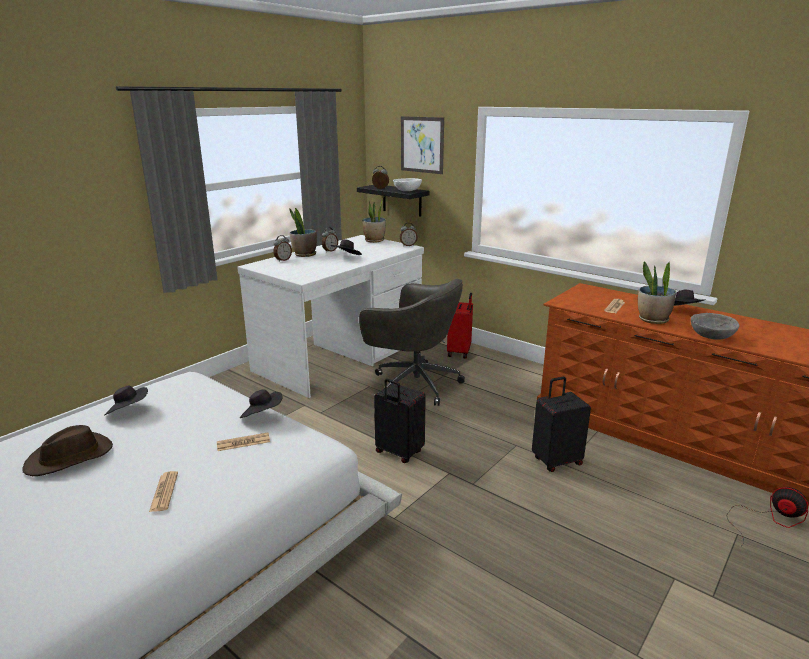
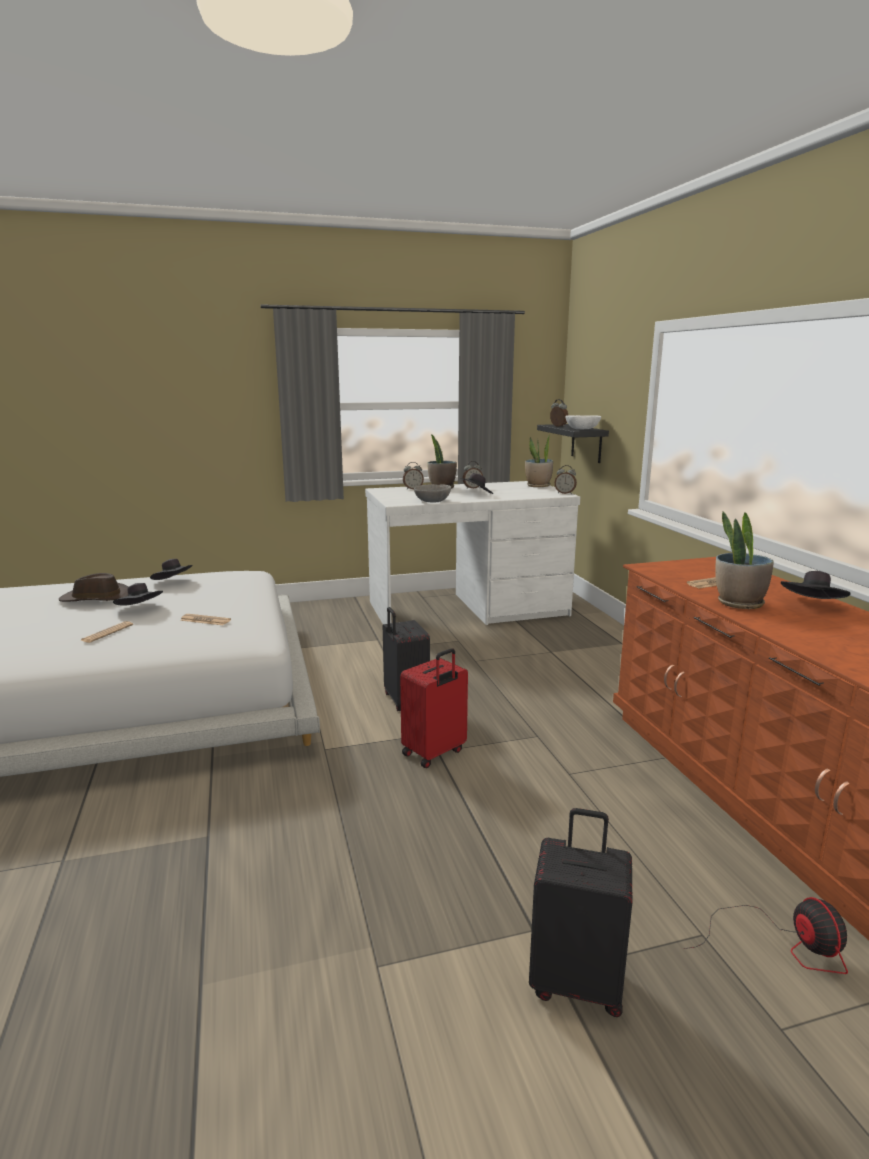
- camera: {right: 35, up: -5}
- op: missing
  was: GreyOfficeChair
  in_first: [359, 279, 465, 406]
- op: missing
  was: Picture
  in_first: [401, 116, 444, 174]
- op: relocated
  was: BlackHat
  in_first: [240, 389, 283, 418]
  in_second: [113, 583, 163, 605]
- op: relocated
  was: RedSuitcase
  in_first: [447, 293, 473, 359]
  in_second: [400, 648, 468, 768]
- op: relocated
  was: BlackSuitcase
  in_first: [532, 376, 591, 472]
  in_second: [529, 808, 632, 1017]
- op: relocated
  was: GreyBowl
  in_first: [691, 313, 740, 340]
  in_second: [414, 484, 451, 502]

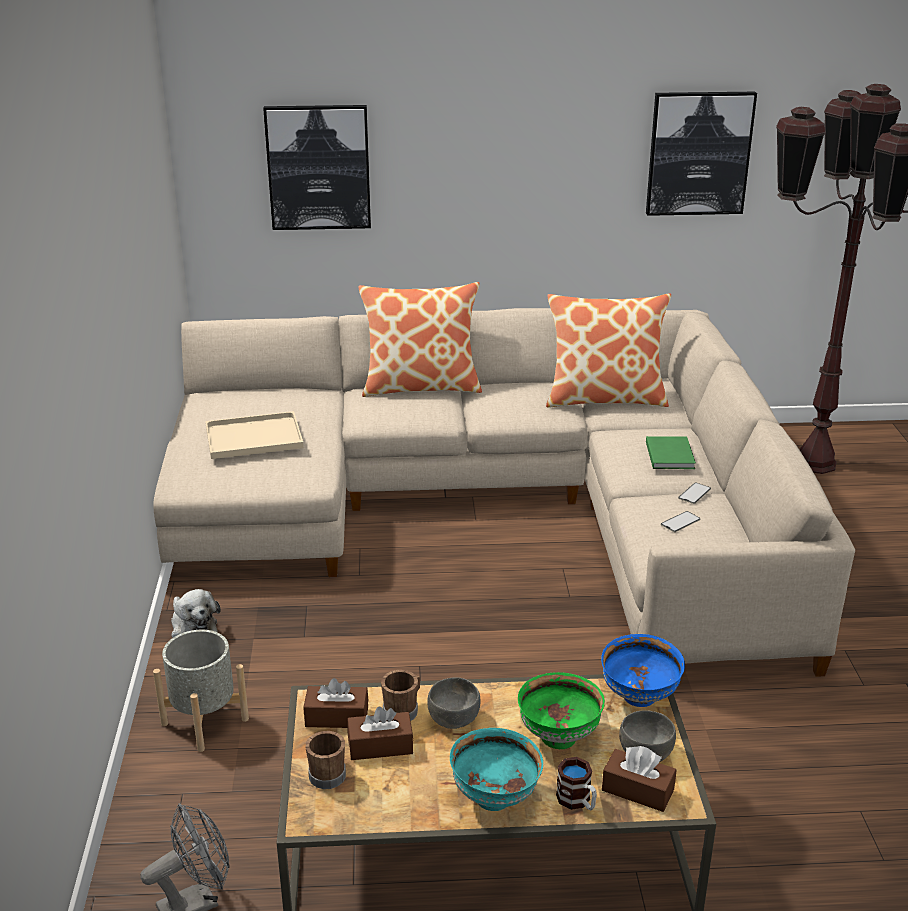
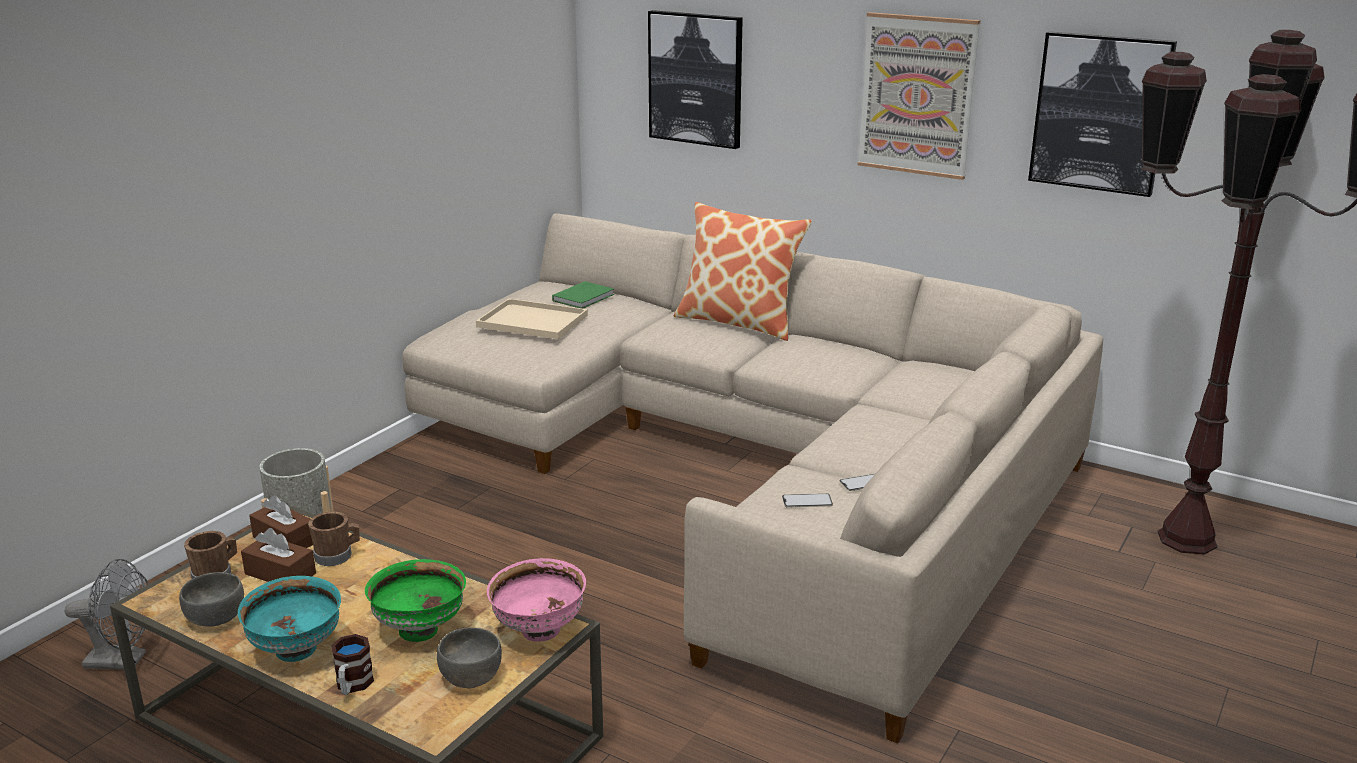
- camera: {right: 35, up: -5}
- op: missing
  was: PlushToy
  in_first: [171, 589, 221, 638]
- op: missing
  was: Pillow
  in_first: [546, 293, 671, 408]
- op: missing
  was: BrownTissueBox
  in_first: [602, 746, 677, 812]
- op: appeared
  now: Picture
  in_second: [858, 12, 981, 180]
- op: relocated
  was: GreyBowl
  in_first: [427, 677, 480, 729]
  in_second: [179, 572, 244, 627]
- op: relocated
  was: GreenBook
  in_first: [646, 436, 696, 469]
  in_second: [552, 281, 614, 309]
- op: colour
  was: BlueBowl
  now: PinkBowl
  in_first: [601, 634, 685, 707]
  in_second: [487, 558, 586, 642]

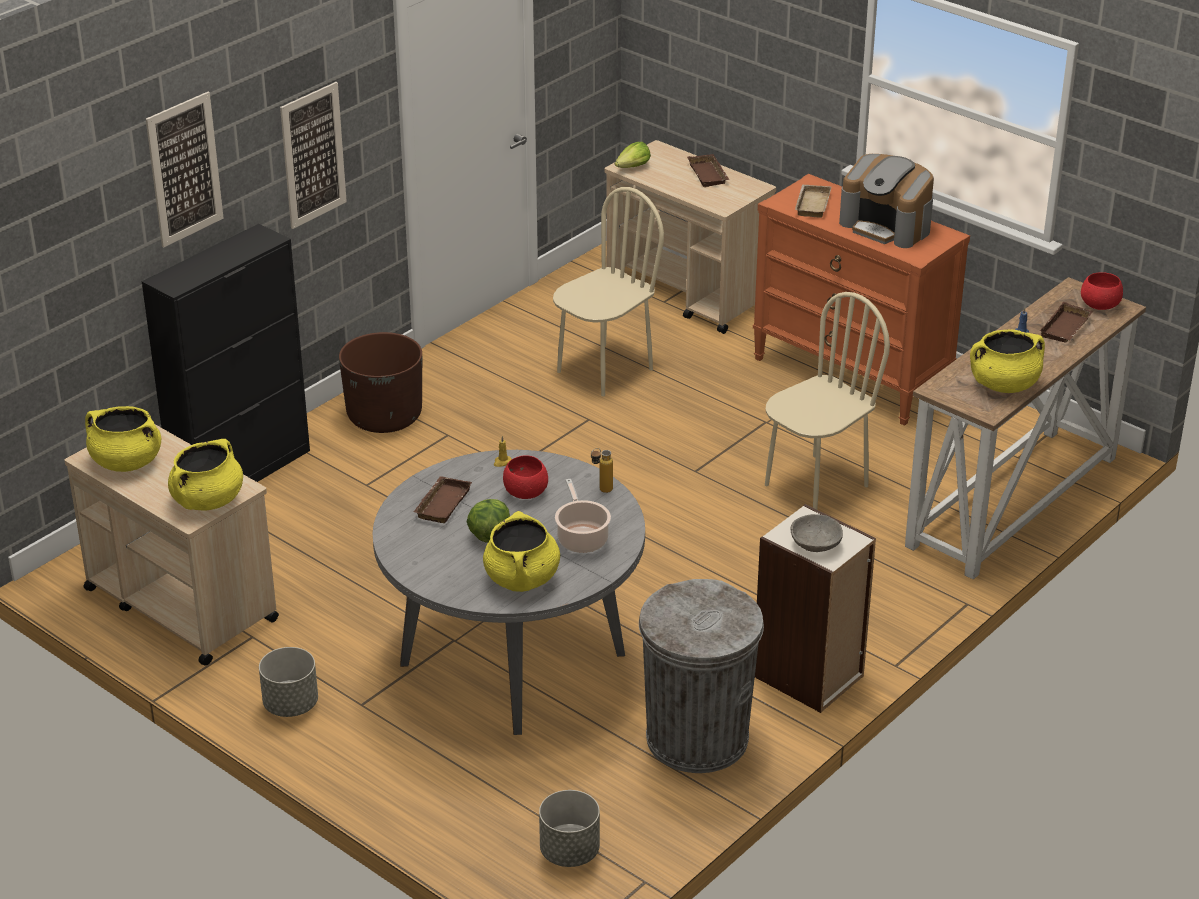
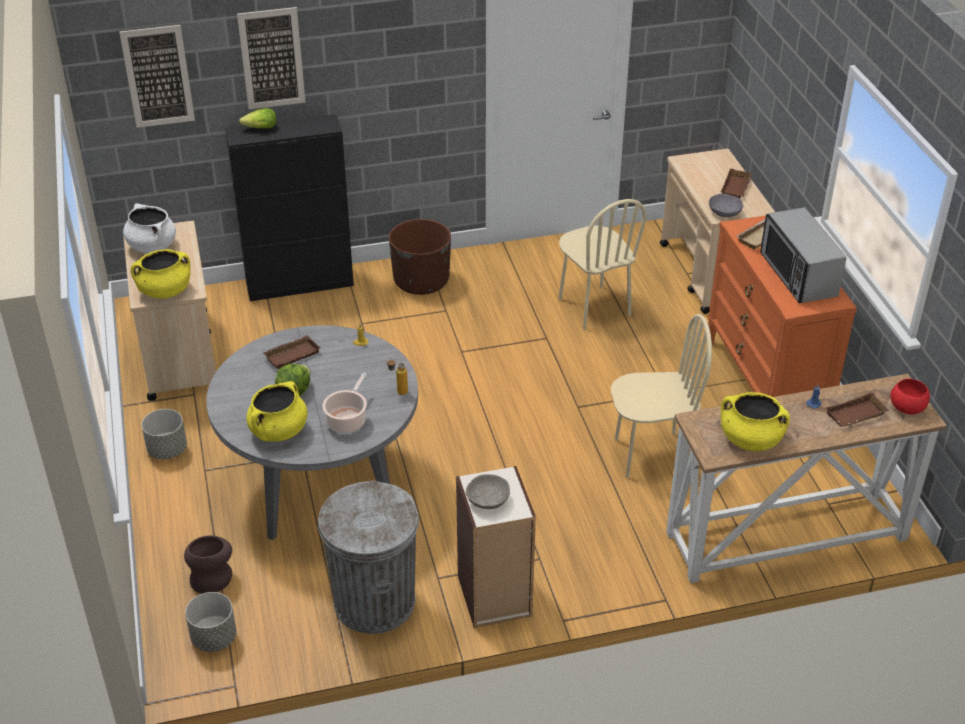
- camera: {right: 35, up: 5}
- op: missing
  was: RedBowl
  in_first: [503, 455, 548, 499]
- op: appeared
  now: BrownVase
  in_second: [184, 535, 232, 594]
- op: appeared
  now: GreyBowl
  in_second: [709, 194, 743, 217]
- op: relocated
  was: Picture
  in_first: [280, 82, 347, 229]
  in_second: [119, 25, 195, 128]
- op: relocated
  was: Lettuce
  in_first: [615, 142, 651, 168]
  in_second: [239, 108, 276, 129]
- op: exchanged
  was: CoffeeMachine
  now: Microwave
  in_first: [839, 154, 934, 248]
  in_second: [760, 207, 847, 303]
- op: colour
  was: YellowCookingPot
  now: WhiteCookingPot
  in_first: [85, 406, 161, 472]
  in_second: [123, 203, 176, 253]
- op: spun
  was: BeigeChair
  in_first: [553, 187, 664, 396]
  in_second: [559, 199, 647, 330]
  clockwise: 75

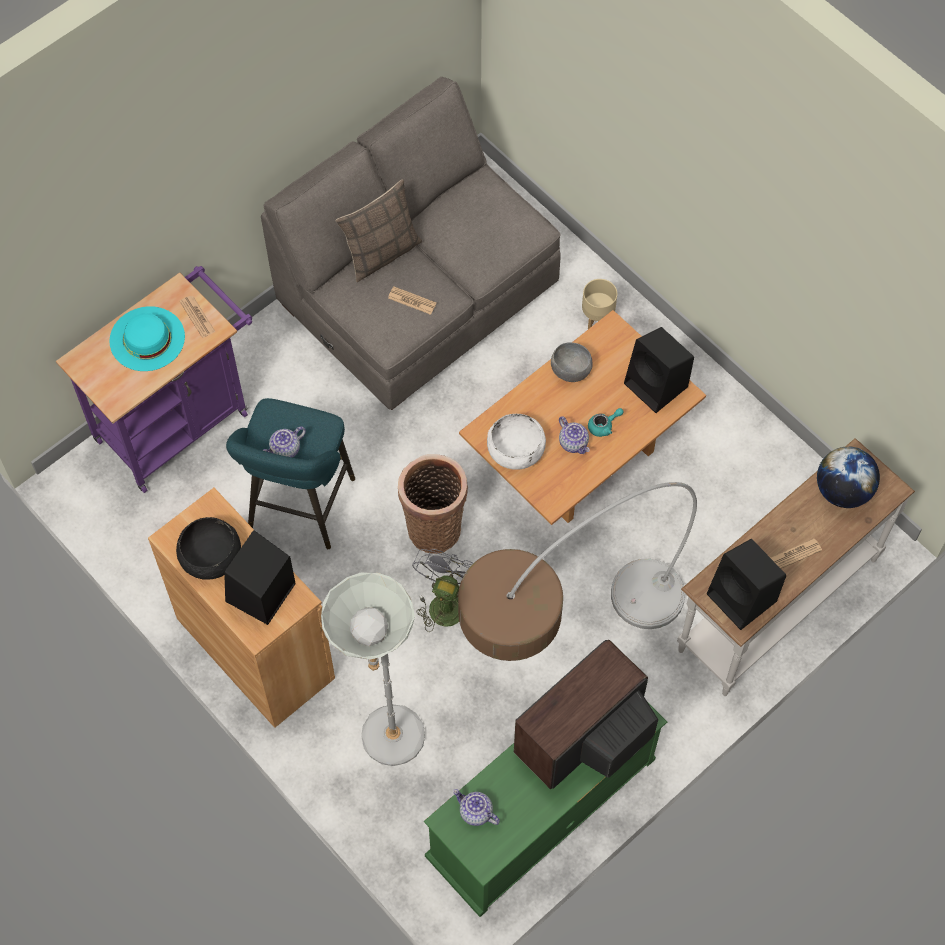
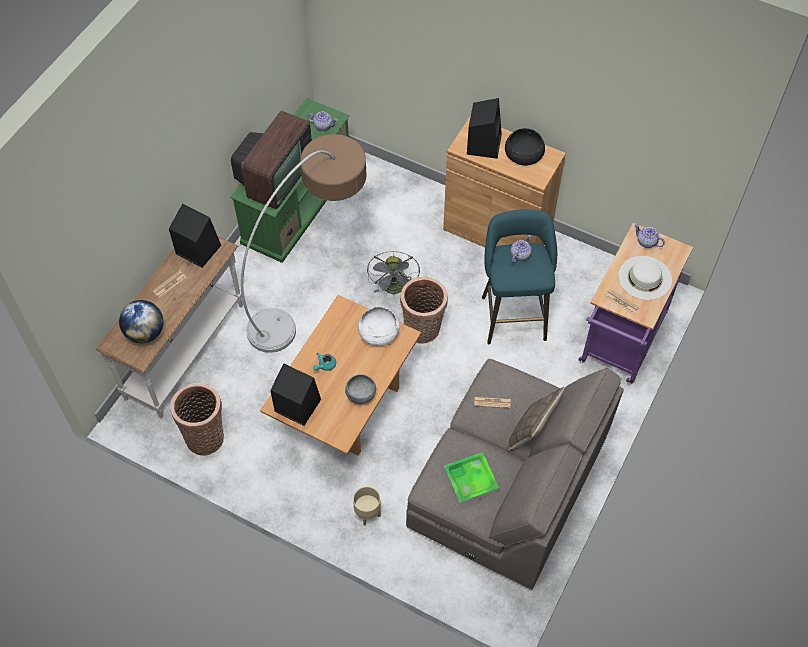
- camera: {right: 160, up: -5}
- op: missing
  was: GreyFloorLamp
  in_first: [321, 572, 425, 766]
- op: appeared
  now: Basket
  in_second: [170, 383, 224, 456]
- op: appeared
  now: Tray
  in_second: [444, 452, 499, 505]
- op: relocated
  was: Teapot
  in_first: [559, 416, 590, 454]
  in_second: [634, 224, 665, 248]
- op: colour
  was: TurquoiseHat
  now: WhiteHat
  in_first: [109, 306, 185, 371]
  in_second: [618, 256, 672, 300]

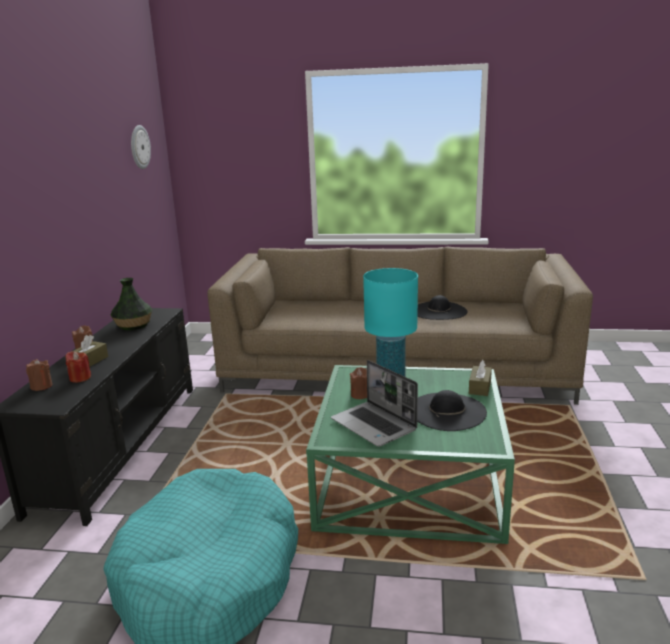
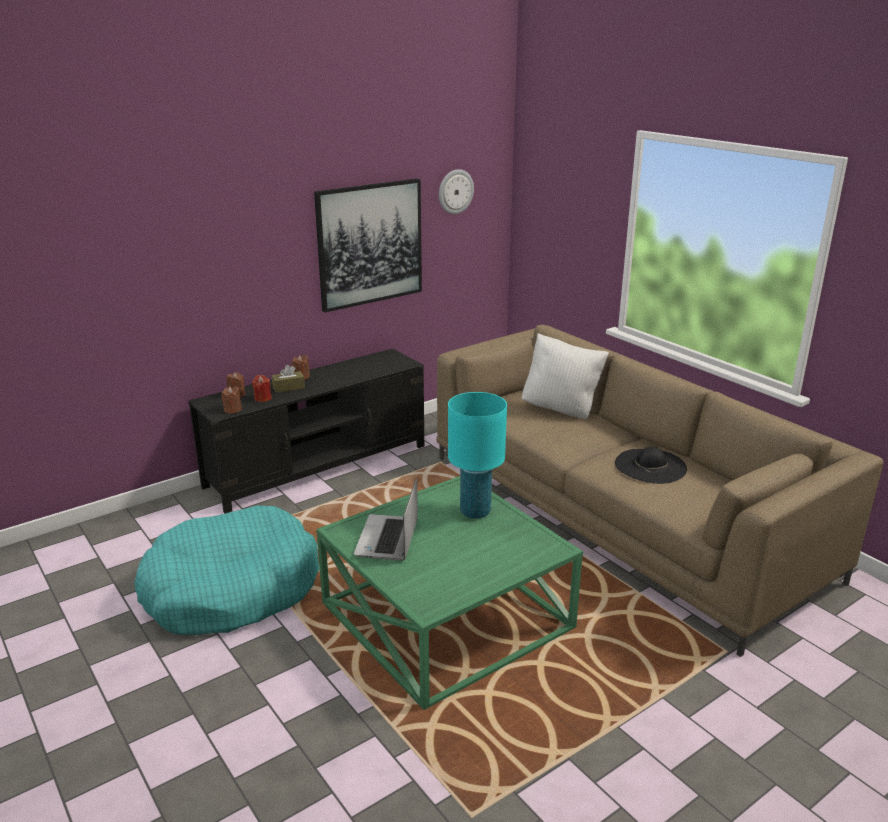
- camera: {right: 45, up: 5}
- op: missing
  was: Vase
  in_first: [110, 278, 153, 330]
- op: missing
  was: BlackHat
  in_first: [417, 390, 487, 431]
- op: missing
  was: BrownTissueBox
  in_first: [469, 360, 492, 396]
- op: appeared
  now: Picture
  in_second: [314, 178, 422, 312]
- op: appeared
  now: WhitePillow
  in_second: [522, 333, 609, 419]
- op: relocated
  was: BrownCandle
  in_first: [350, 367, 367, 399]
  in_second: [221, 386, 242, 414]

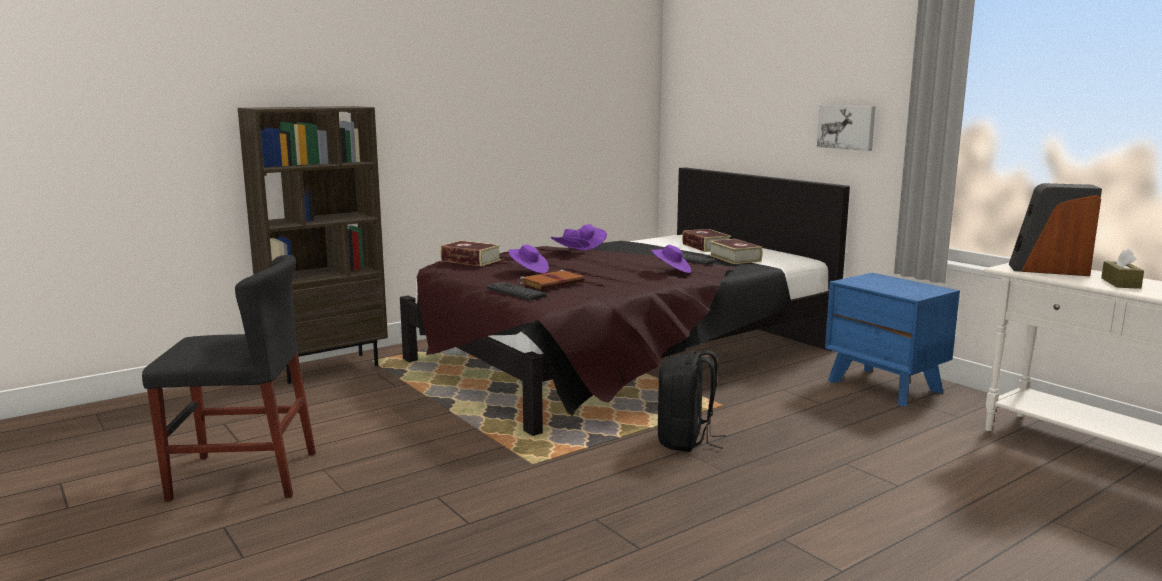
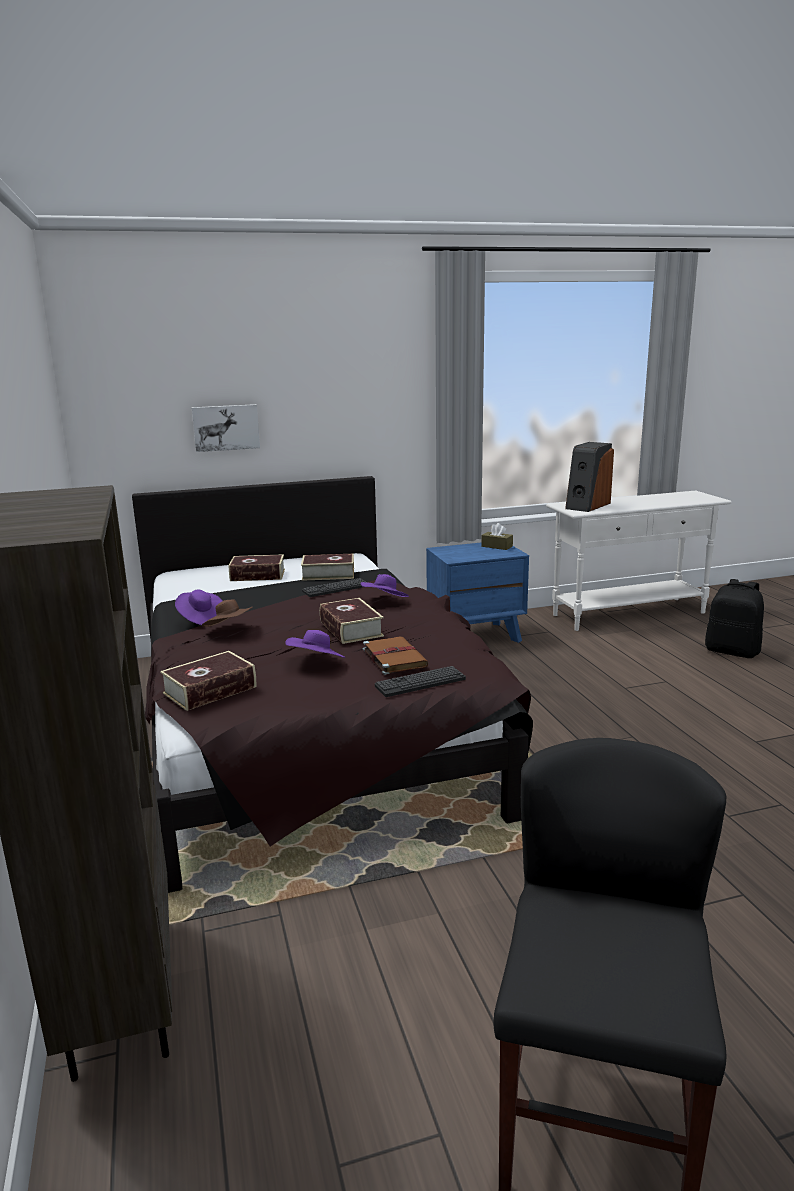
- camera: {right: -70, up: 5}
- op: appeared
  now: Book
  in_second: [320, 598, 384, 644]
- op: relocated
  was: BlackBackpack
  in_first: [658, 350, 726, 452]
  in_second: [705, 579, 764, 658]
- op: relocated
  was: Picture
  in_first: [817, 105, 876, 151]
  in_second: [191, 404, 260, 452]
- op: relocated
  was: BrownTissueBox
  in_first: [1101, 249, 1144, 289]
  in_second: [481, 523, 513, 550]
- op: colour
  was: PurpleHat
  now: BrownHat
  in_first: [551, 229, 590, 249]
  in_second: [202, 599, 252, 627]

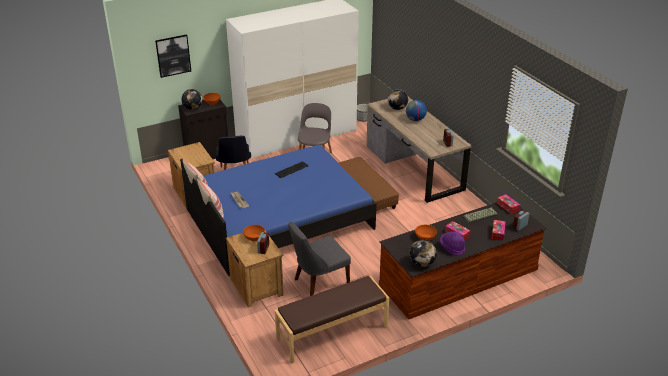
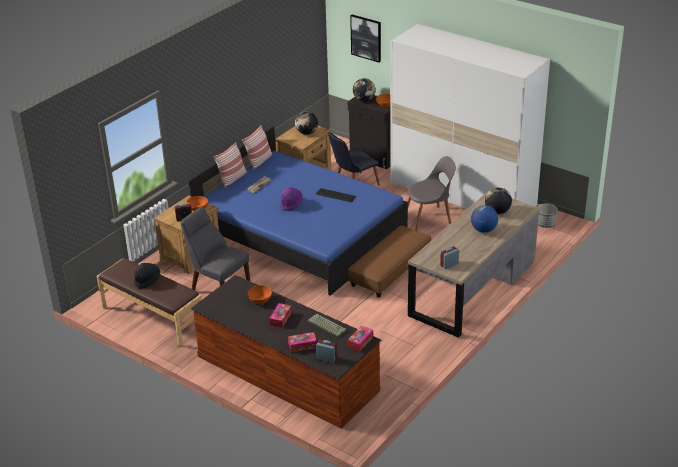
- camera: {right: 65, up: 0}
- op: appeared
  now: BlackHat
  in_second: [134, 263, 160, 288]
- op: relocated
  was: Globe
  in_first: [410, 239, 437, 267]
  in_second: [295, 111, 318, 135]
- op: relocated
  was: PurpleHat
  in_first: [440, 231, 465, 256]
  in_second: [280, 187, 303, 211]

